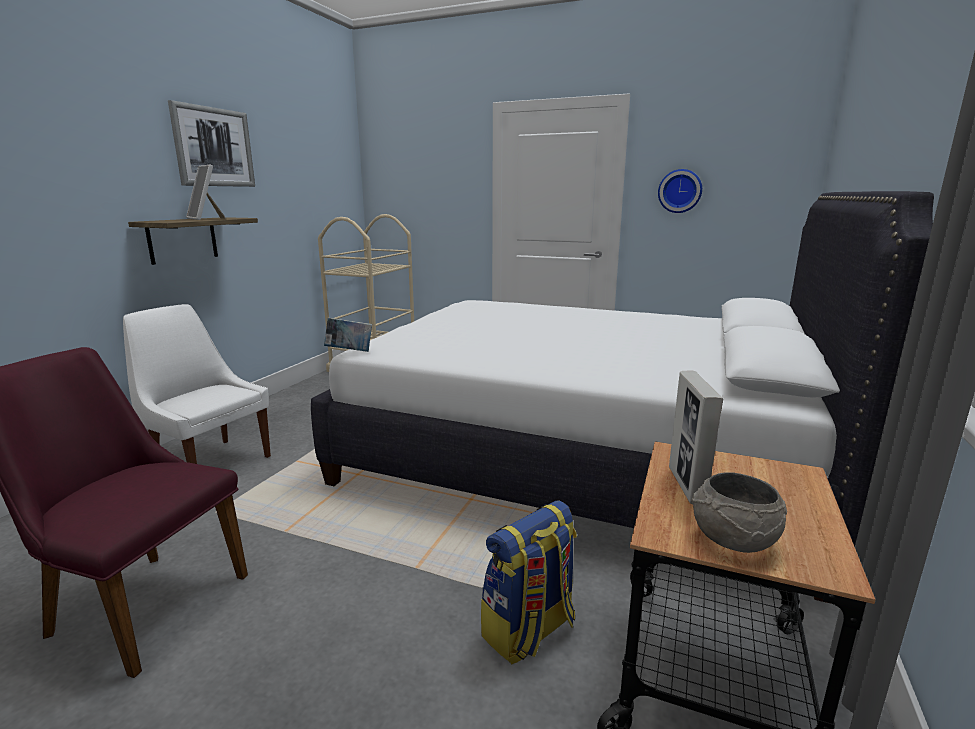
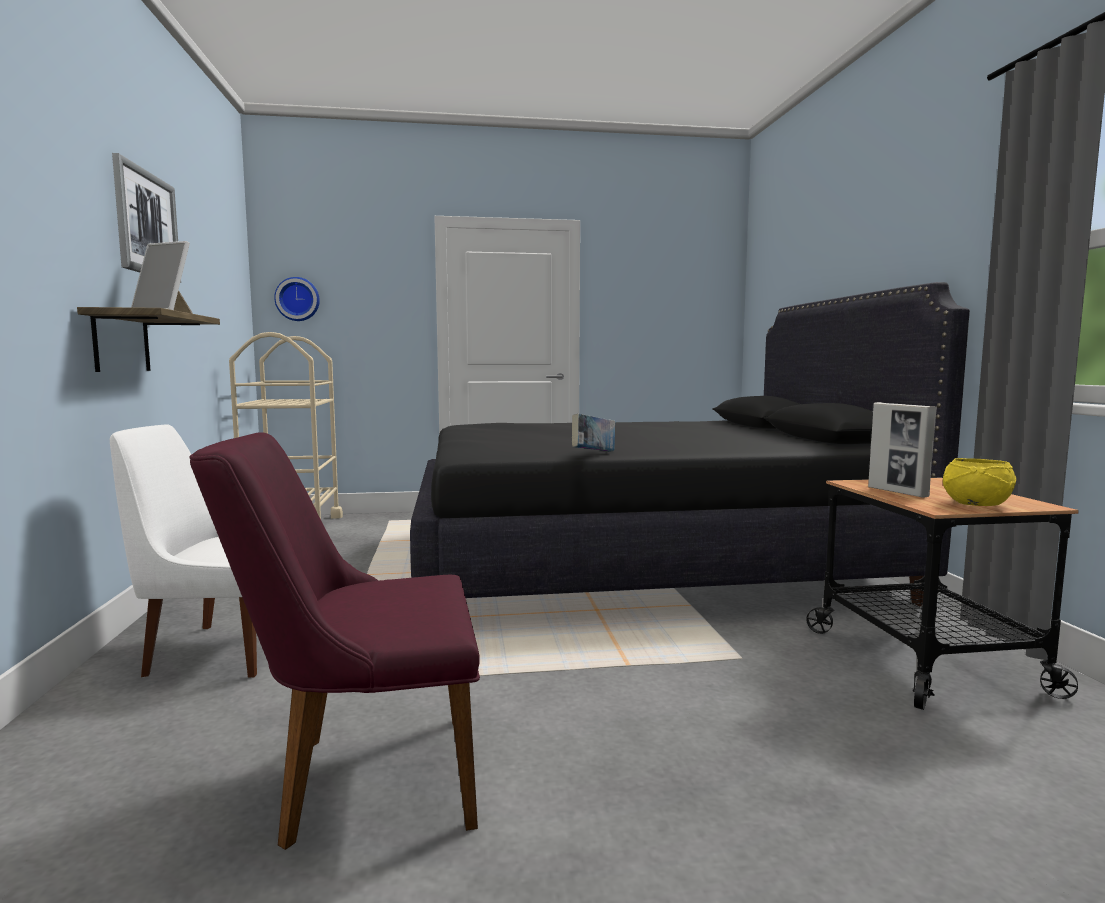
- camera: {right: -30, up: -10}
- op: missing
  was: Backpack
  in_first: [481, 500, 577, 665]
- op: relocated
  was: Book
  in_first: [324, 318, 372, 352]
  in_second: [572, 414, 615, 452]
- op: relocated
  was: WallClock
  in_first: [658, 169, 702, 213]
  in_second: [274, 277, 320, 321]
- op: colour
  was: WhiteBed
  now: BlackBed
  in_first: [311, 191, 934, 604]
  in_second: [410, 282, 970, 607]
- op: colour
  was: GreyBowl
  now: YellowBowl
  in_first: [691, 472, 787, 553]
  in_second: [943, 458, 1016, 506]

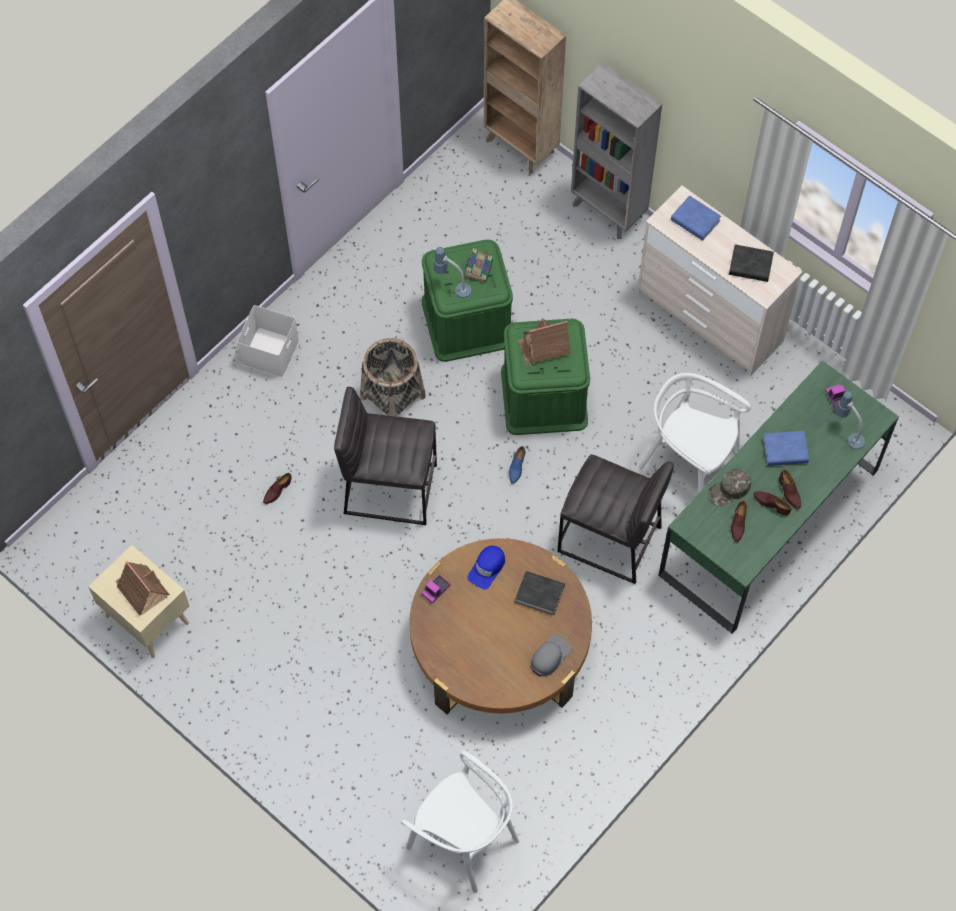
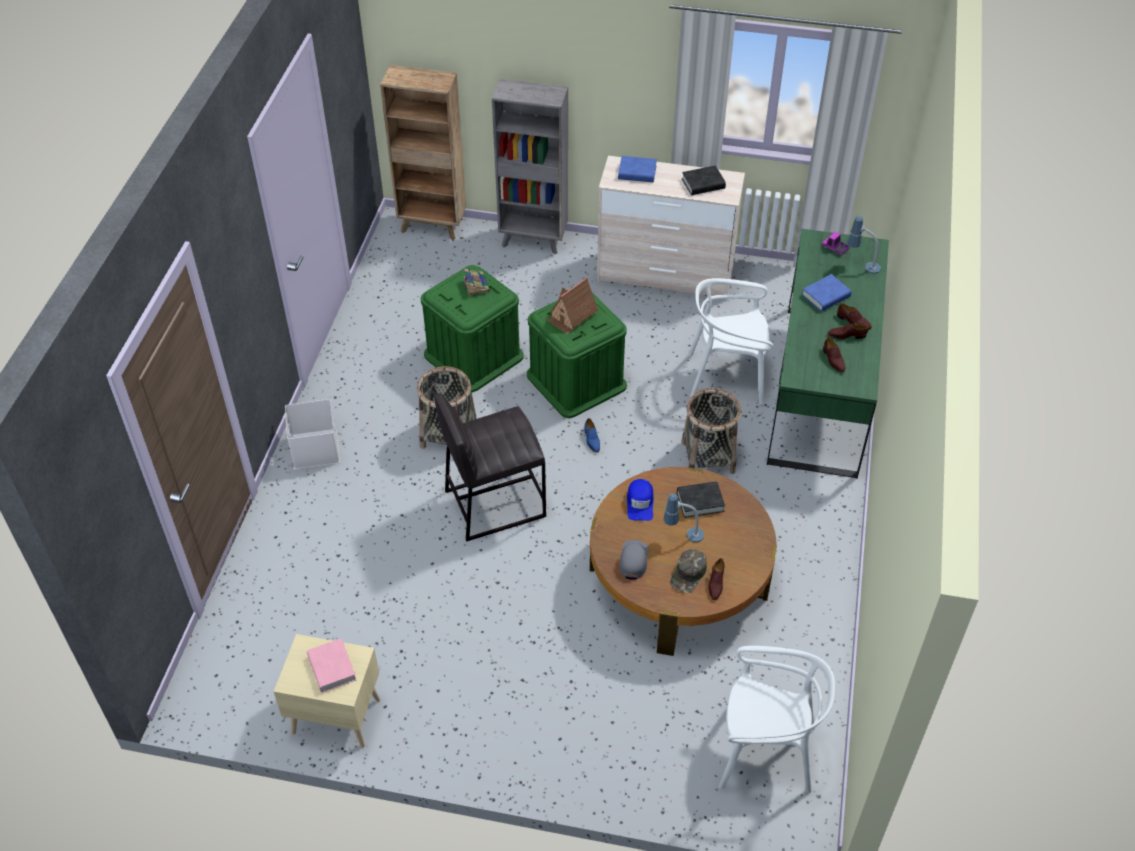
- camera: {right: -30, up: -15}
- op: missing
  was: ToyTruck
  in_first: [421, 575, 450, 603]
- op: relocated
  was: BrownShoe
  in_first: [263, 473, 292, 504]
  in_second: [709, 558, 724, 600]
- op: relocated
  was: TableLamp
  in_first: [433, 247, 471, 298]
  in_second: [664, 493, 704, 542]
- op: relocated
  was: GreyCap
  in_first: [531, 635, 571, 676]
  in_second: [619, 540, 649, 580]
- op: relocated
  was: GreenCap
  in_first: [708, 469, 751, 506]
  in_second: [670, 549, 707, 593]
- op: exchanged
  was: ToyHouse
  now: PinkBook
  in_first: [115, 561, 170, 616]
  in_second: [307, 638, 356, 692]
- op: exchanged
  was: GreyStool
  now: Basket
  in_first: [557, 454, 674, 584]
  in_second: [682, 388, 741, 474]

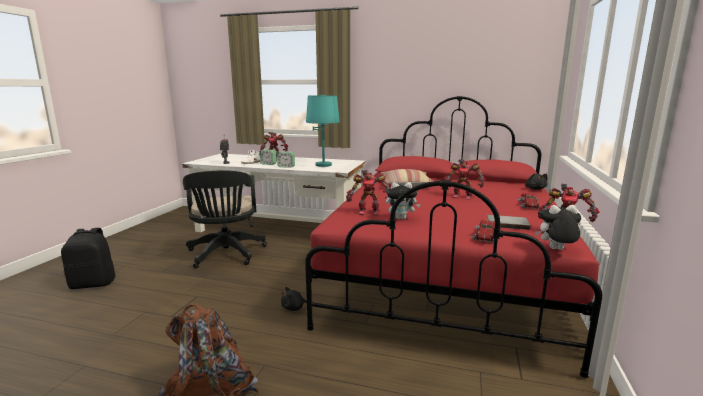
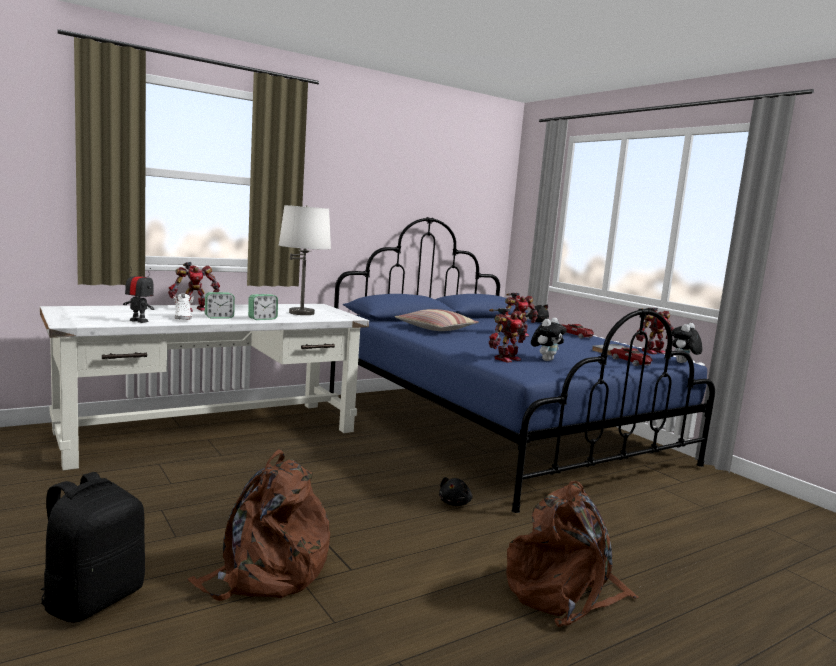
- camera: {right: -50, up: -5}
- op: missing
  was: BlackOfficeChair
  in_first: [183, 170, 267, 268]
- op: appeared
  now: BrownBackpack
  in_second: [187, 449, 330, 601]
- op: colour
  was: RedBed
  now: BlueBed
  in_first: [305, 96, 602, 378]
  in_second: [329, 217, 715, 513]
- op: colour
  was: TurquoiseTableLamp
  now: WhiteTableLamp
  in_first: [306, 95, 340, 167]
  in_second: [279, 205, 331, 315]

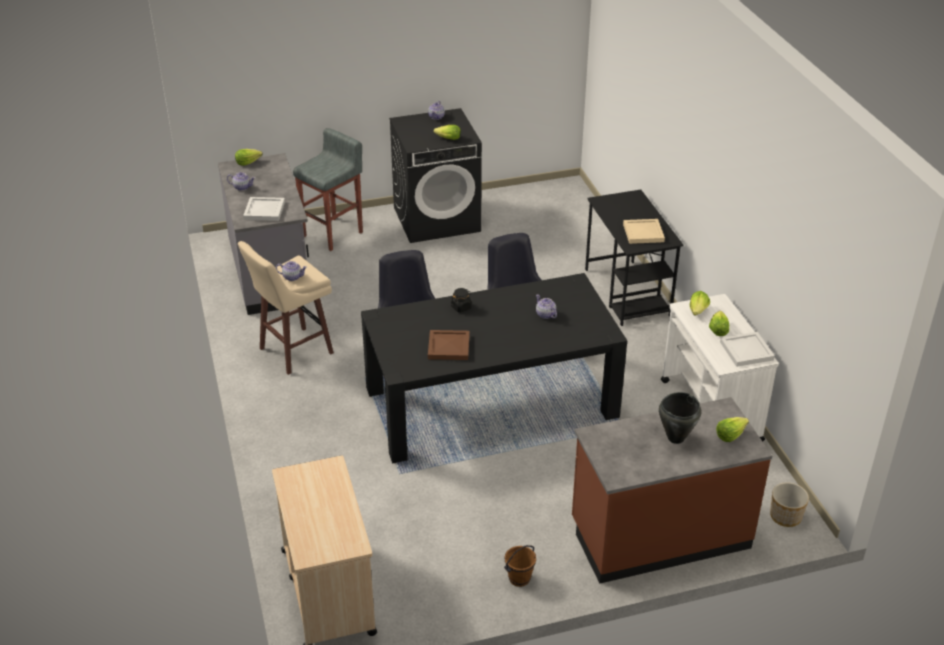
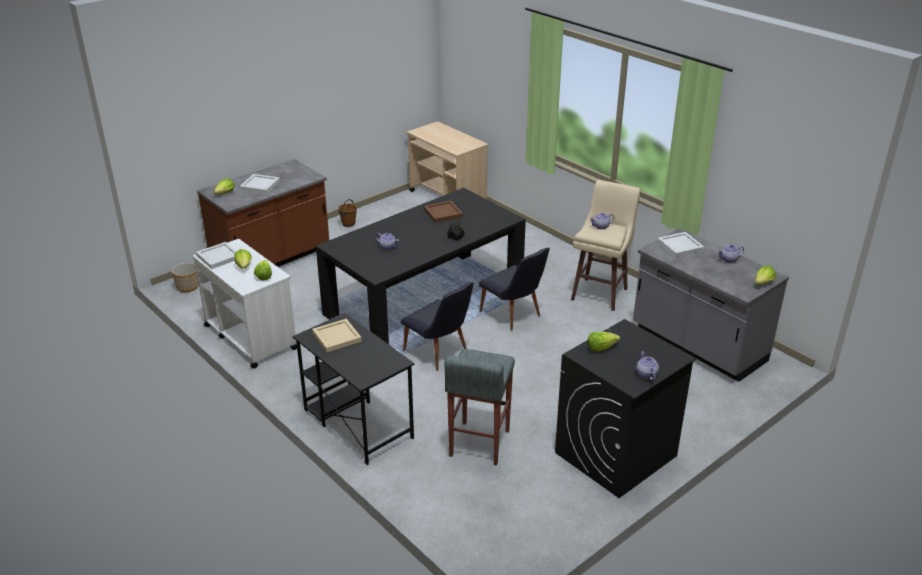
- camera: {right: 155, up: -5}
- op: relocated
  was: GreyStool
  in_first: [293, 128, 363, 251]
  in_second: [444, 349, 515, 466]
- op: exchanged
  was: BlackCookingPot
  now: WhiteTray
  in_first: [659, 392, 701, 444]
  in_second: [240, 174, 280, 194]

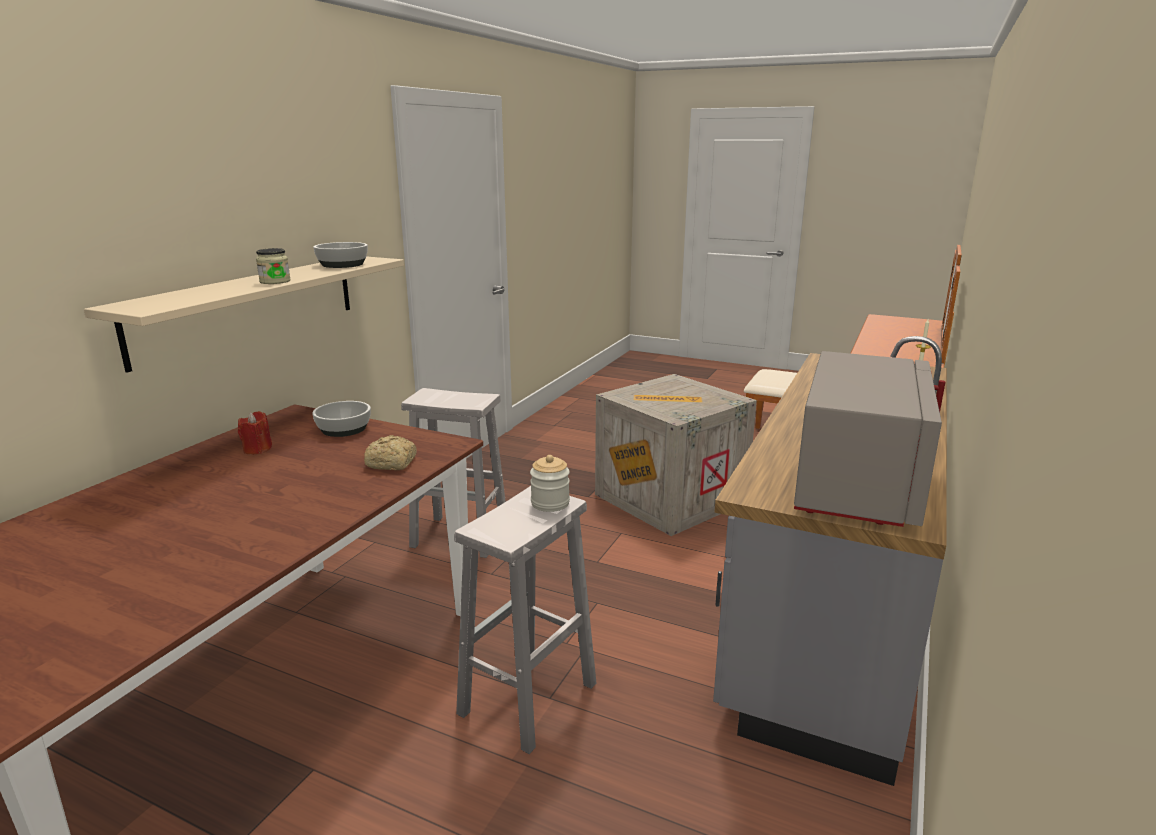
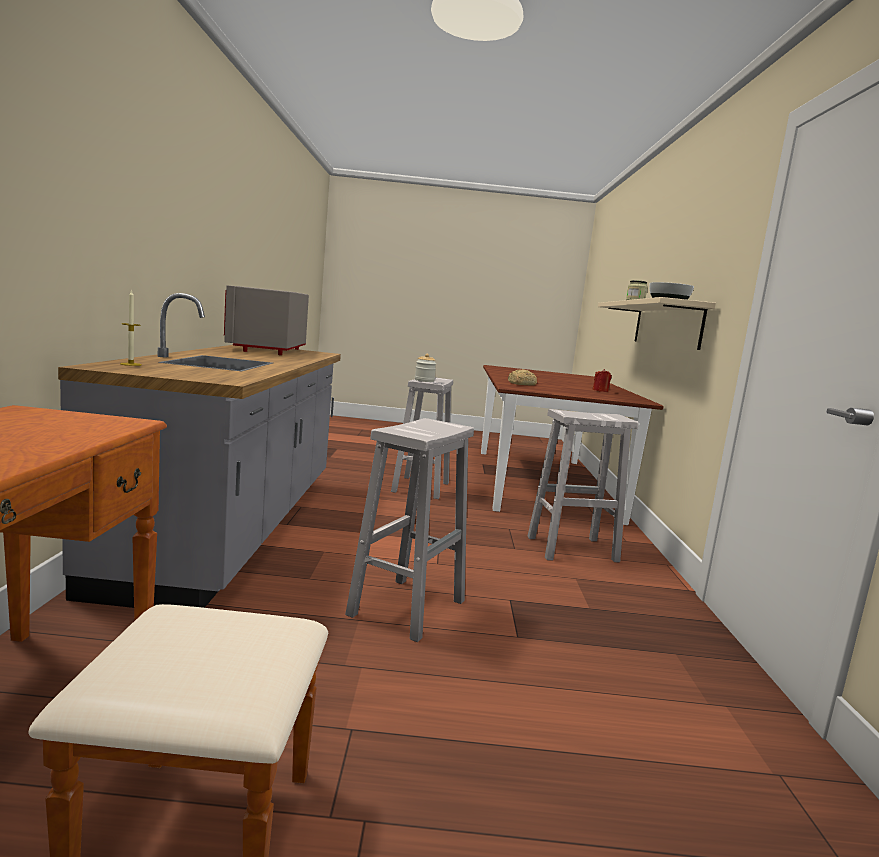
- camera: {right: 155, up: -10}
- op: missing
  was: Bowl
  in_first: [312, 401, 371, 437]
- op: exchanged
  was: Crate
  now: WhiteStool
  in_first: [595, 374, 757, 536]
  in_second: [345, 418, 474, 642]

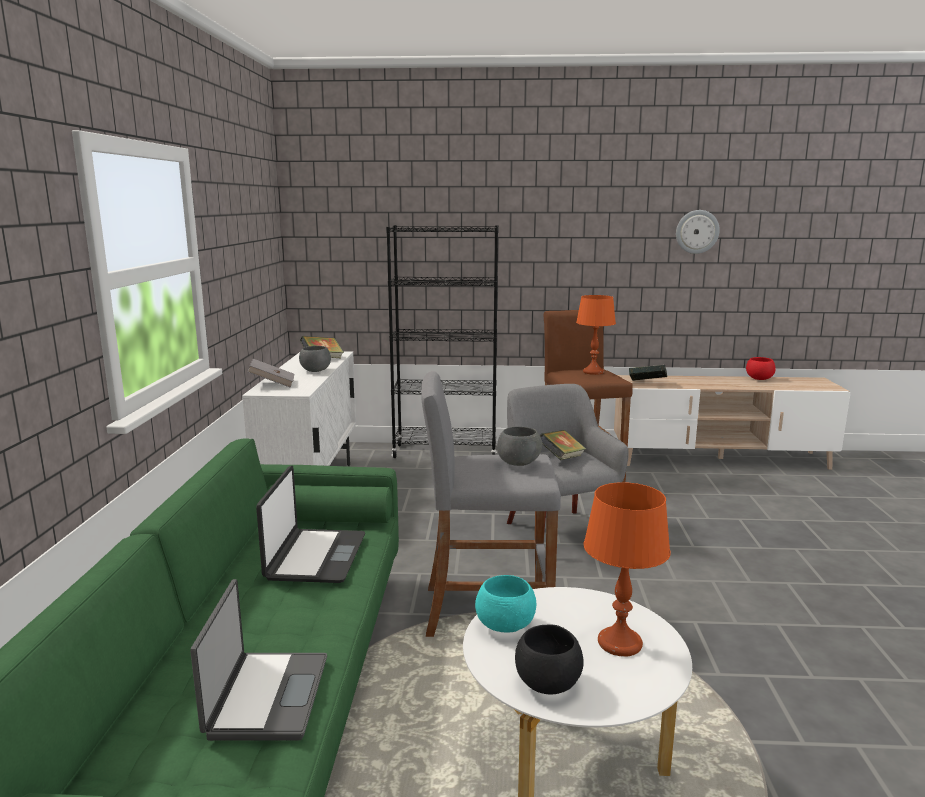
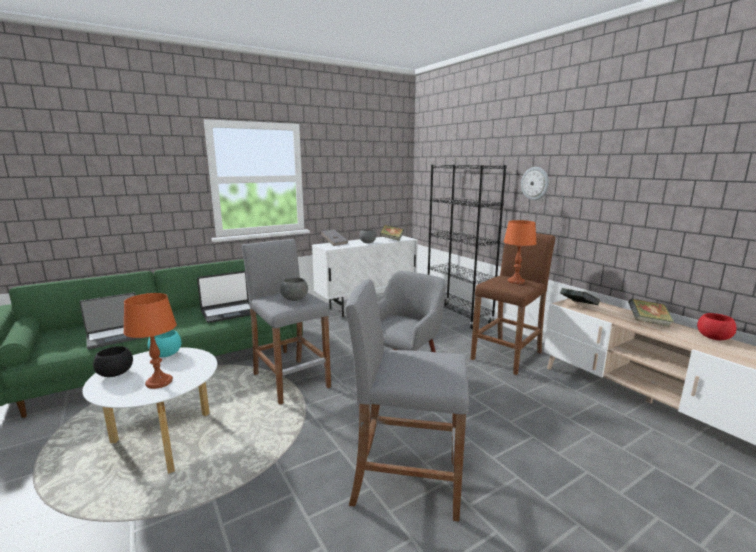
- camera: {right: 55, up: 0}
- op: appeared
  now: GreyStool
  in_second: [345, 279, 469, 521]
- op: relocated
  was: Book
  in_first: [540, 430, 586, 460]
  in_second: [628, 298, 674, 326]
- op: relocated
  was: WallClock
  in_first: [676, 210, 720, 254]
  in_second: [521, 167, 549, 200]

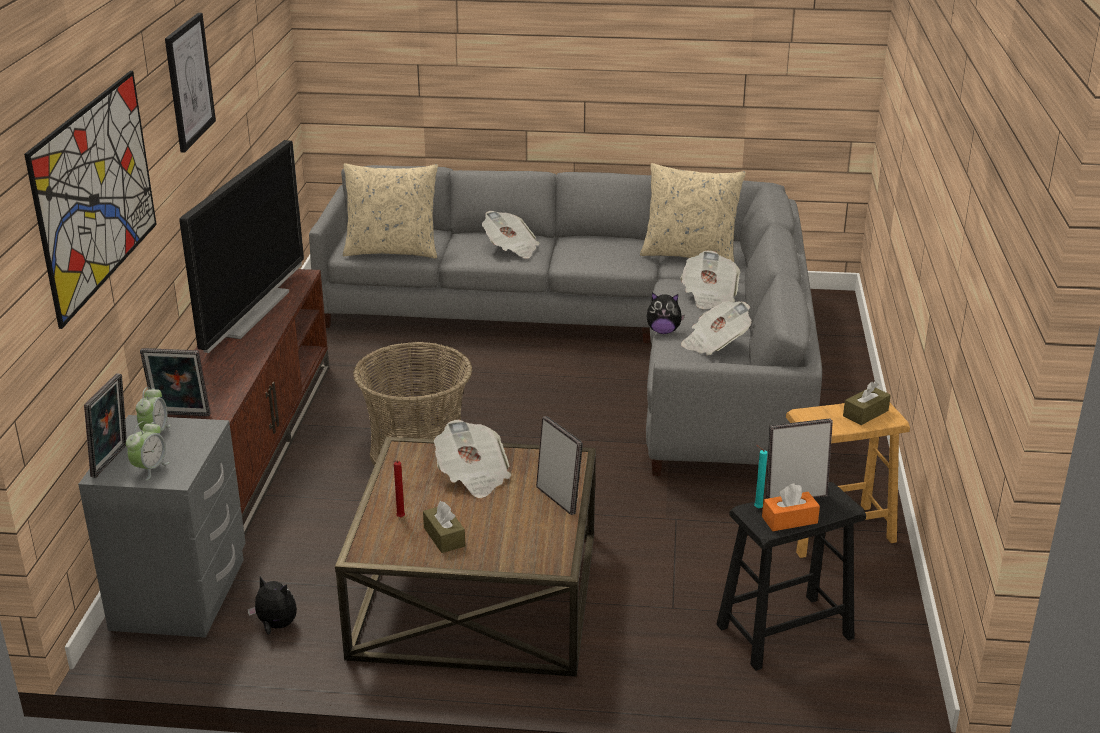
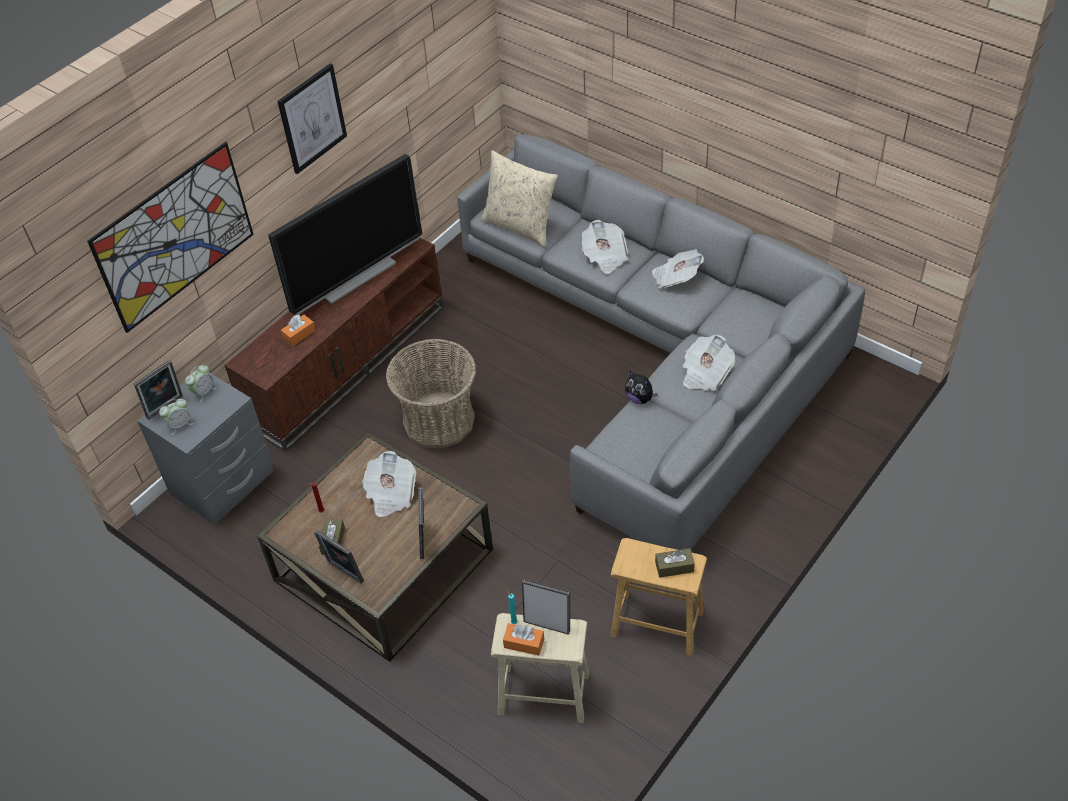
- camera: {right: 35, up: 20}
- op: missing
  was: PlushToy
  in_first: [247, 577, 297, 635]
- op: missing
  was: BeigePillow
  in_first: [640, 163, 746, 262]
- op: appeared
  now: OrangeTissueBox
  in_second: [281, 315, 316, 347]
- op: relocated
  was: PictureFrame
  in_first: [140, 348, 210, 416]
  in_second: [314, 530, 364, 584]
- op: relocated
  was: Newspaper
  in_first: [681, 301, 752, 355]
  in_second: [652, 249, 704, 288]
- op: colour
  was: BlackStool
  now: BeigeStool
  in_first: [716, 482, 866, 671]
  in_second: [491, 613, 589, 723]

